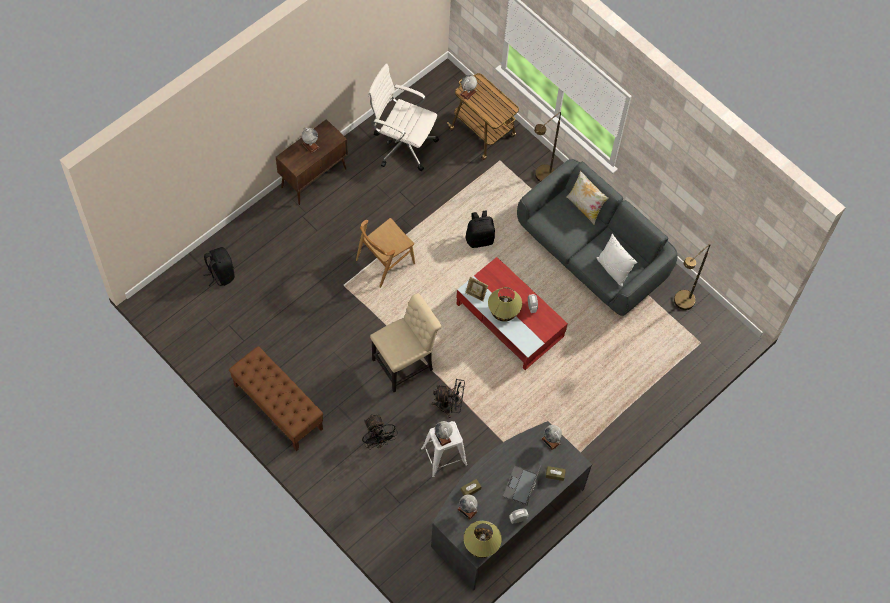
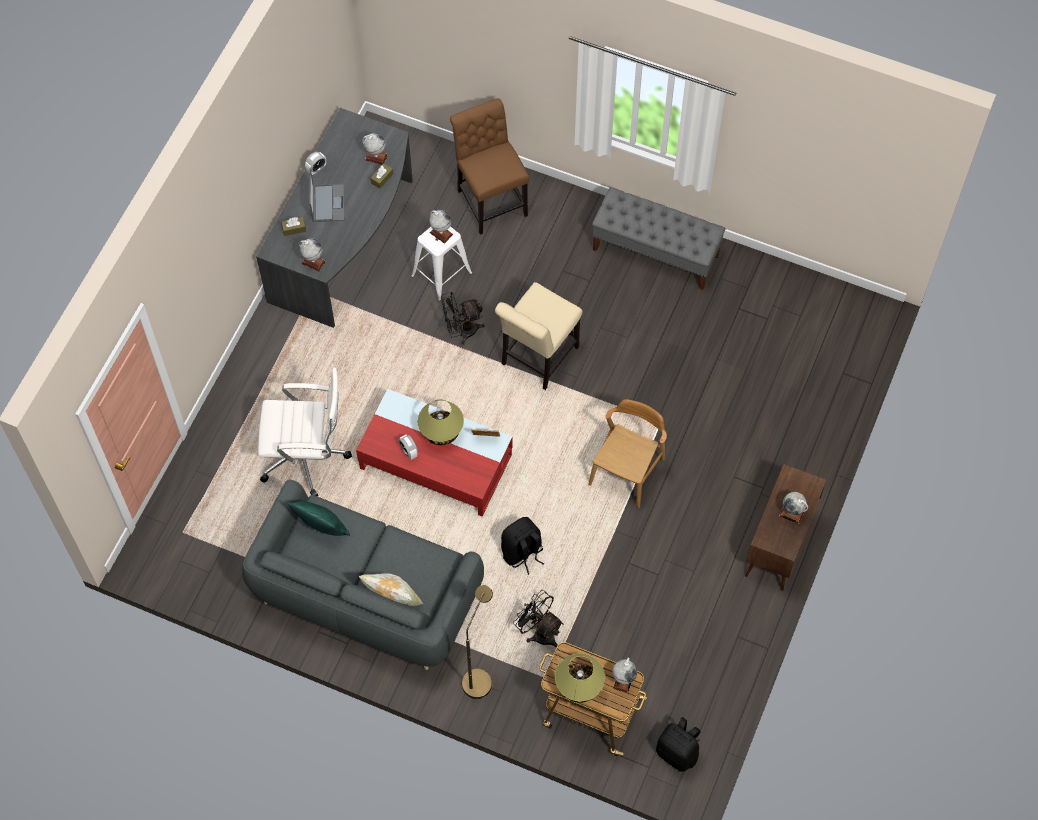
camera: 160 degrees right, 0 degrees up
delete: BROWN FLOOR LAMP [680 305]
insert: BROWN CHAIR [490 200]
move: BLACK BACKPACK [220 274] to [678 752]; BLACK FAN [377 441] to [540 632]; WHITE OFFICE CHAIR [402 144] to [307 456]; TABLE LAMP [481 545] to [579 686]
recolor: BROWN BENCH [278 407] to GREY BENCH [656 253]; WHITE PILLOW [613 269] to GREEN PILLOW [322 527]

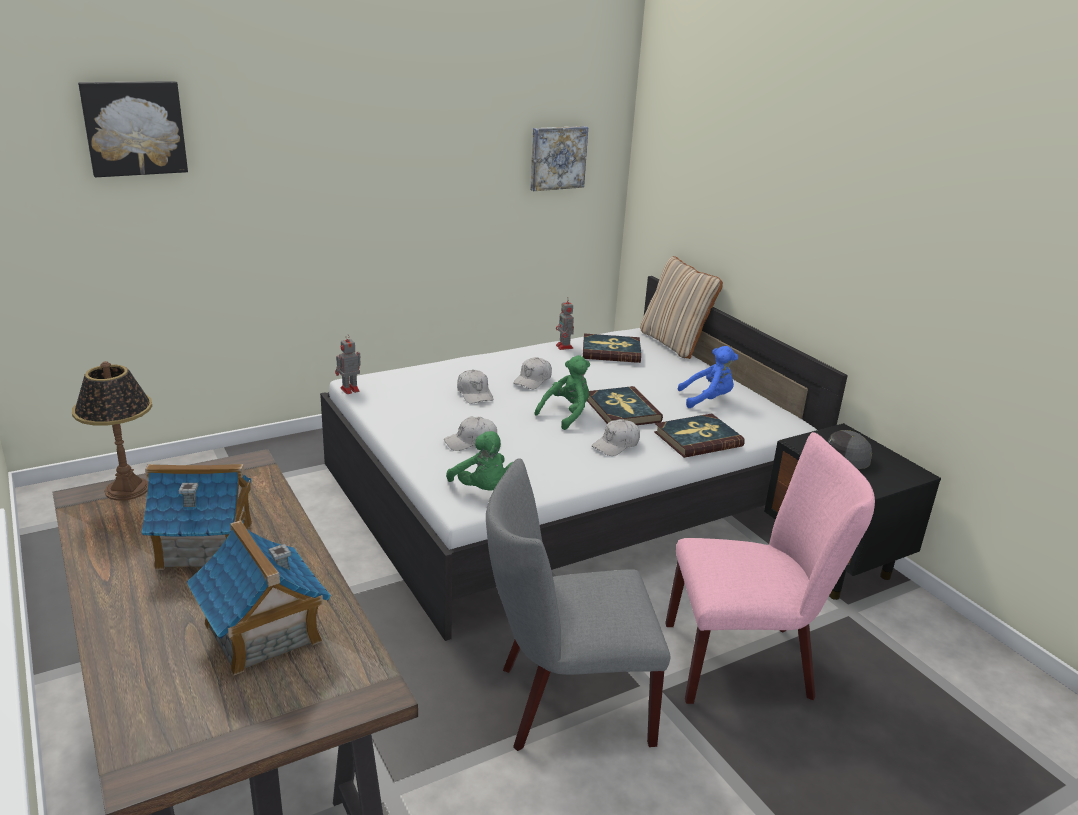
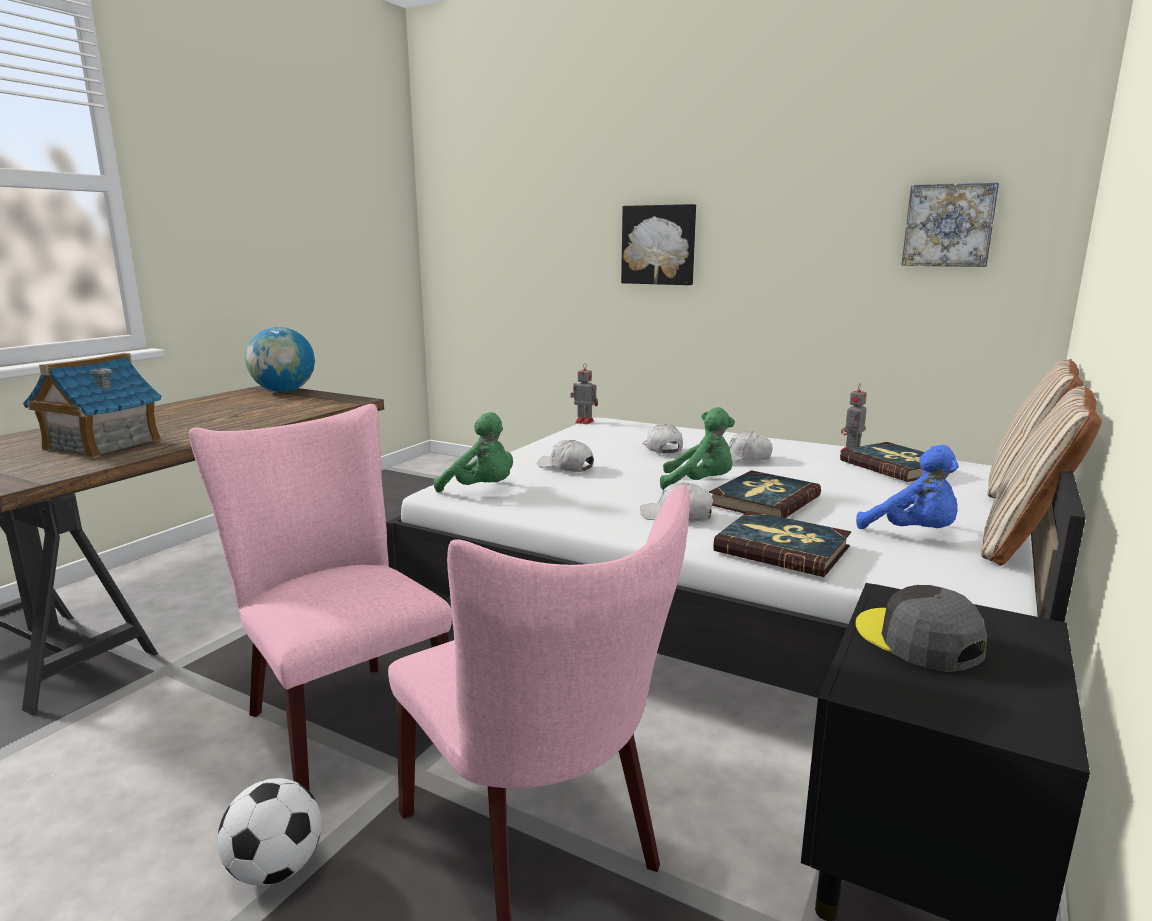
camera: 60 degrees right, 10 degrees down
delete: TOY HOUSE [204 545]
insert: FOOTBALL [276 869]; BEIGE PILLOW [1025 544]
move: PICTURE [134 128] to [659 245]
replace: TABLE LAMP [127 489] to GLOBE [284 391]
recolor: GREY CHAIR [564 704] to PINK CHAIR [341 720]
rotate: GREEN PLUSH TOY [483 490] = [481 490] 90 degrees counterclockwise; WHITE CAP [474 393] = [662 448] 135 degrees clockwise

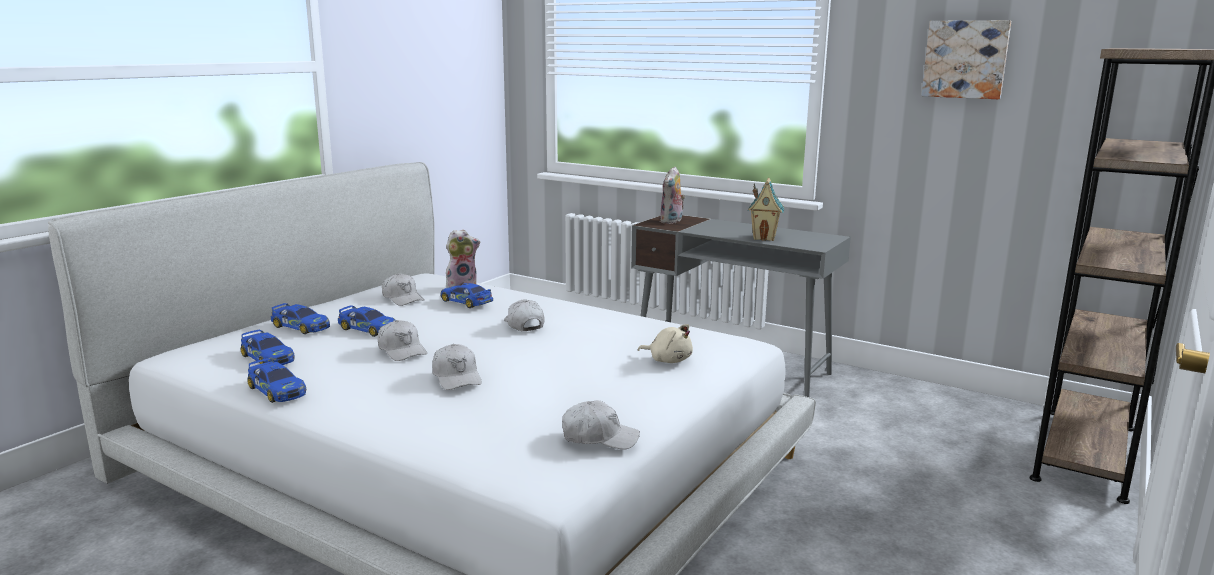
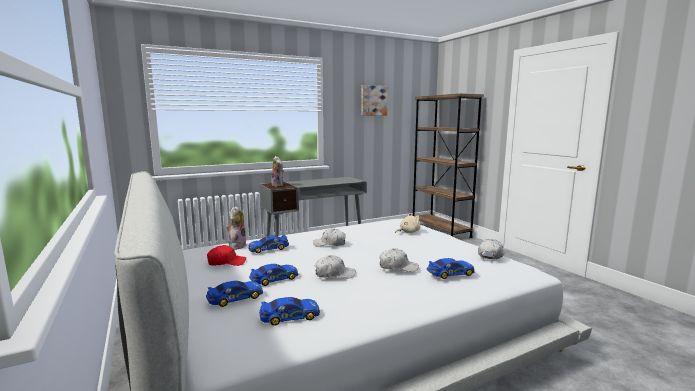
camera: 60 degrees left, 5 degrees down
delete: TOY HOUSE [764 238]
move: TOY CAR [276 390] to [450 273]
recolor: WHITE CAP [402 298] to RED CAP [226 262]

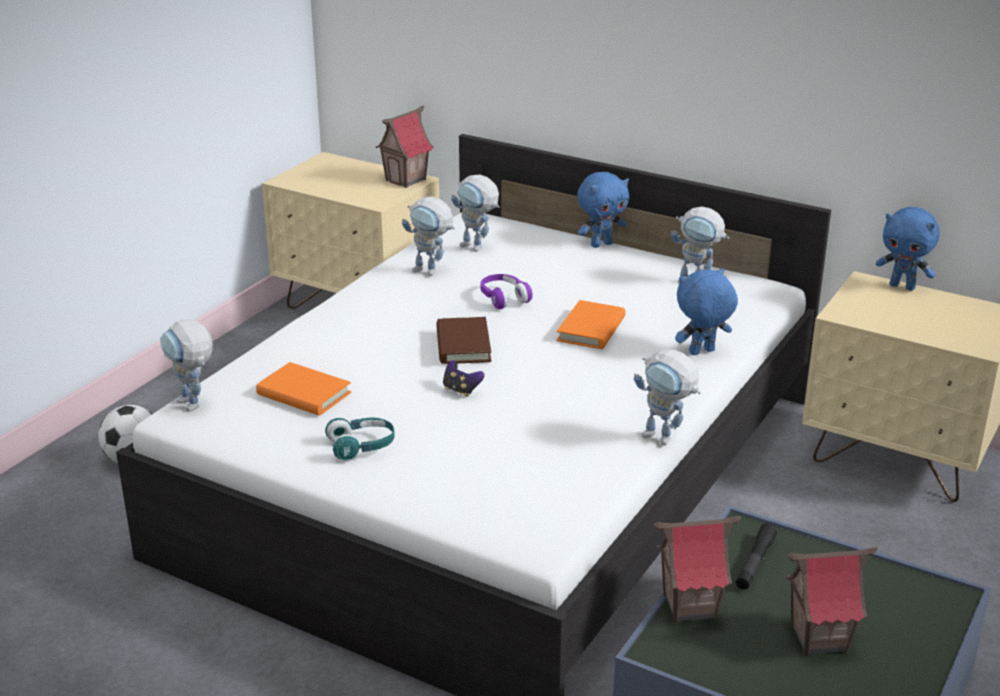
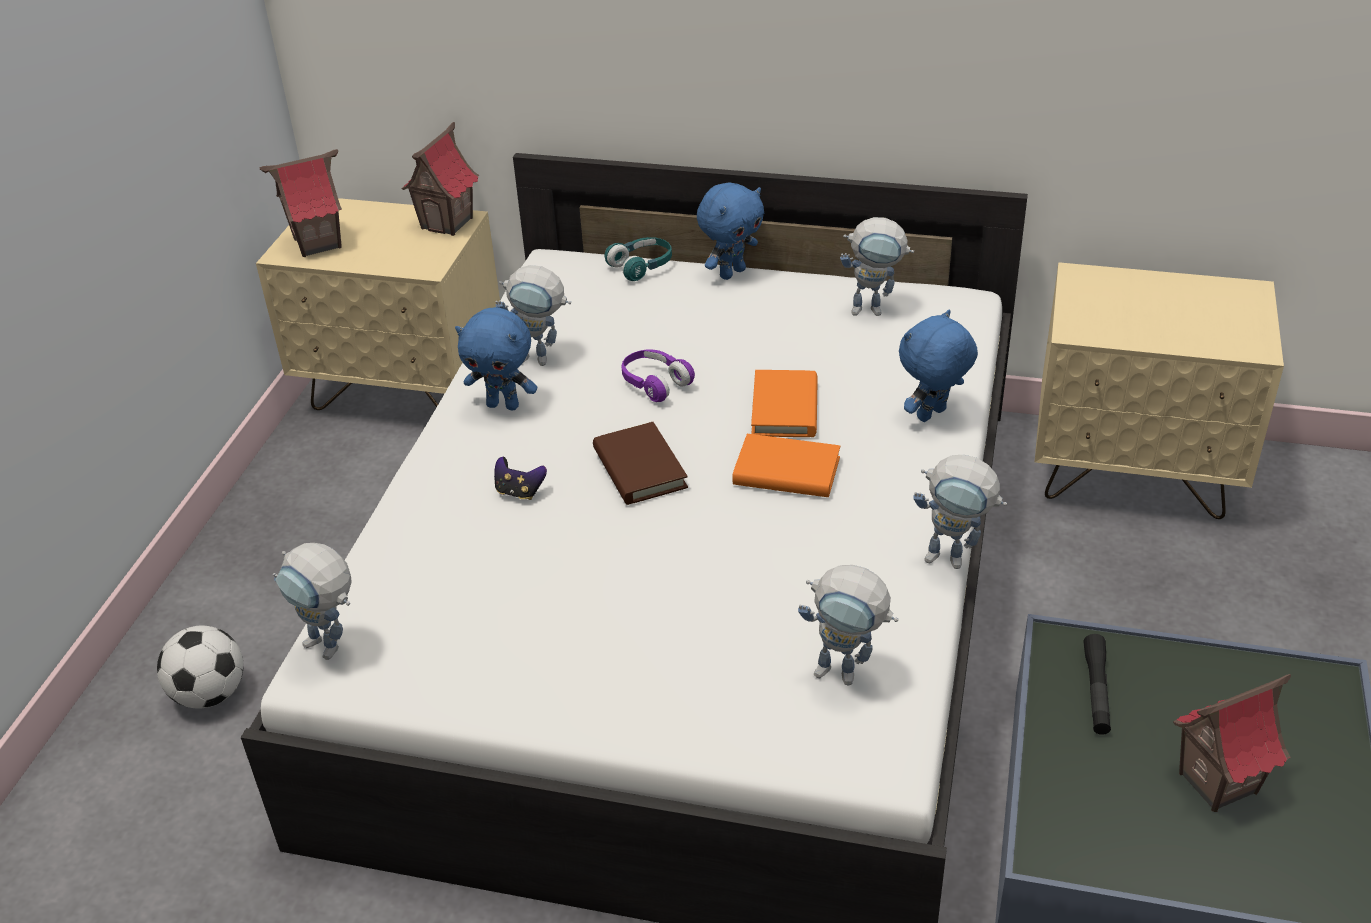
camera: 15 degrees left, 10 degrees up
move: ORANGE BOOK [304 394] to [786 471]; TURQUOISE HEADPHONES [362 446] to [642 266]; GAME CONTROLLER [461 390] to [519 492]; TOY ROBOT [477 248] to [847 674]; TOY HOUSE [689 606] to [317 243]; BLUE PLUSH TOY [903 286] to [504 405]

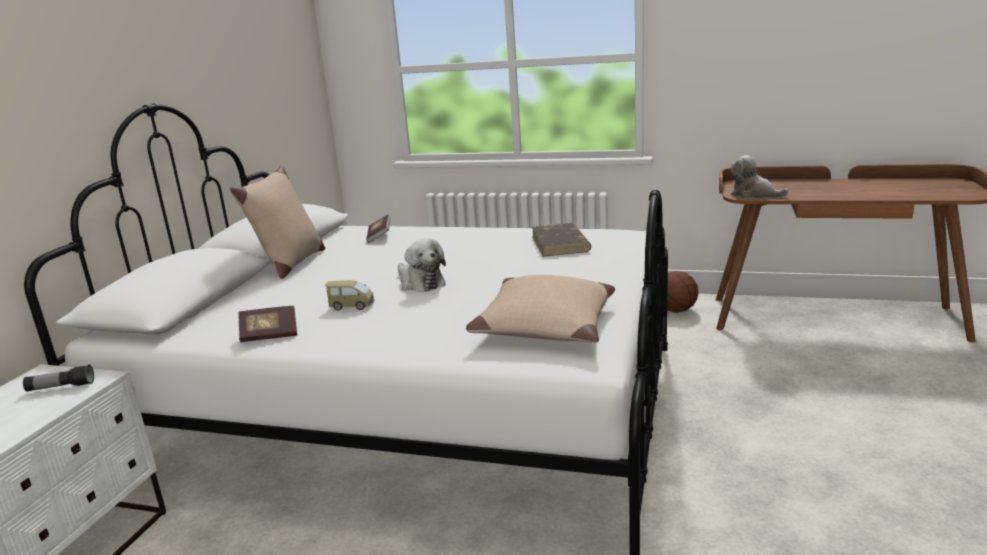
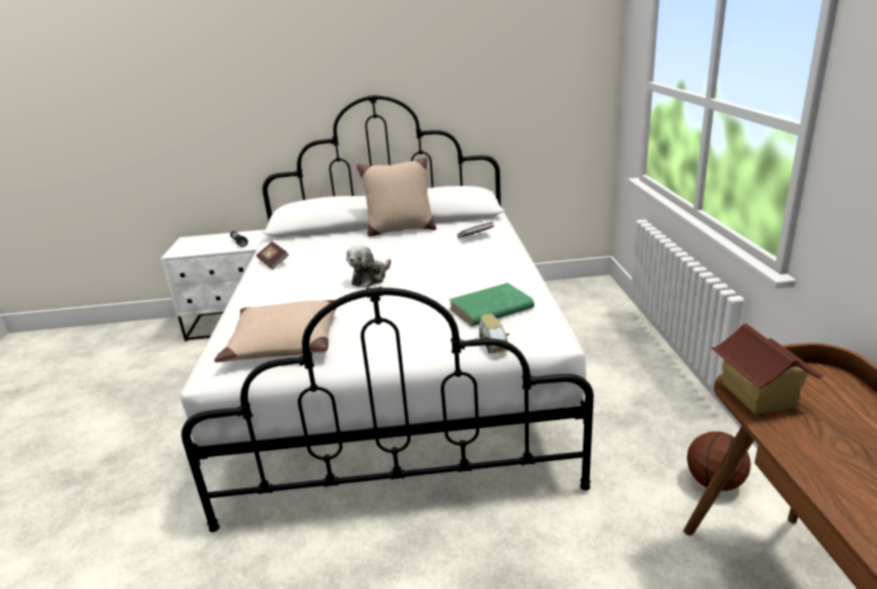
camera: 70 degrees right, 5 degrees up
move: TOY CAR [352 306] to [493 345]
replace: PLUSH TOY [754 194] to TOY HOUSE [757 395]
recolor: BROWN BOOK [560 244] to GREEN BOOK [490 309]

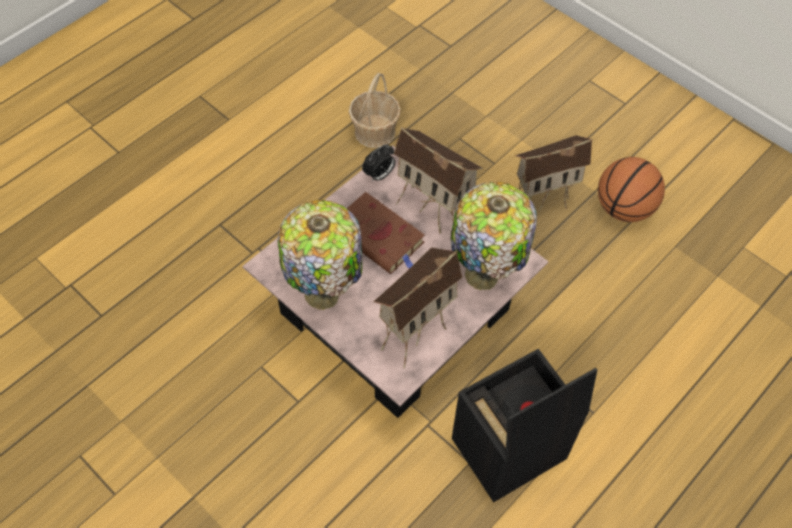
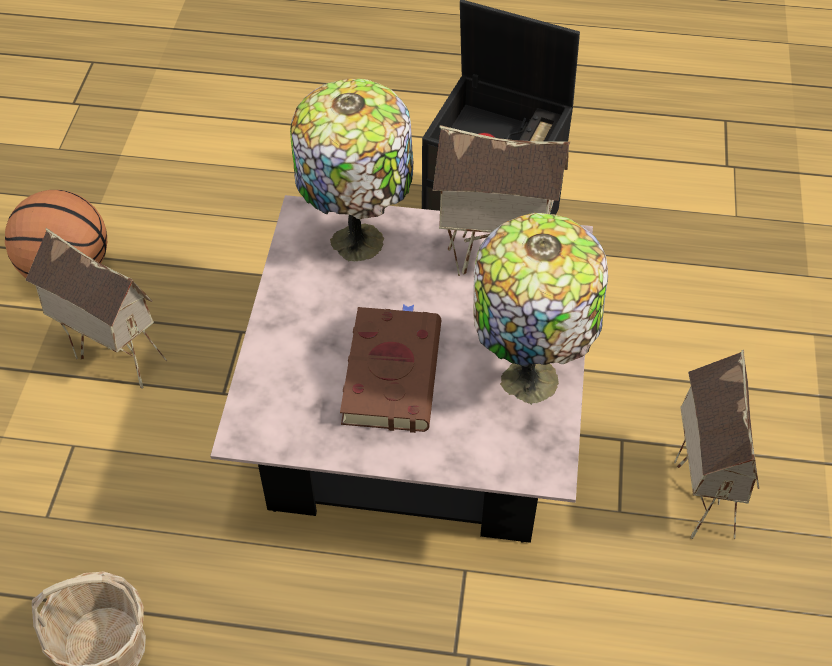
camera: 125 degrees left, 5 degrees down
delete: ALARM CLOCK [379 175]
move: TOY HOUSE [433 209] to [700 491]

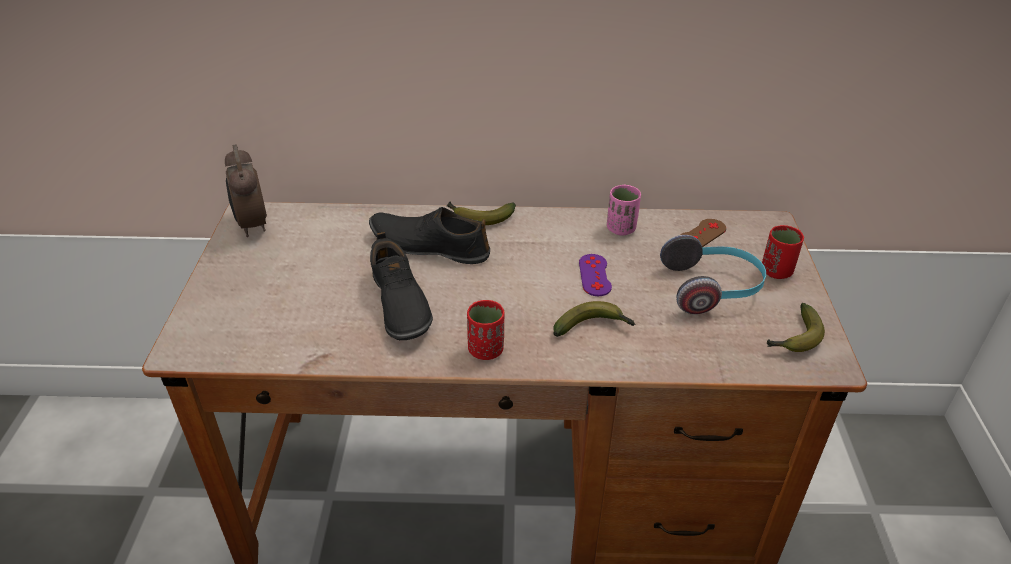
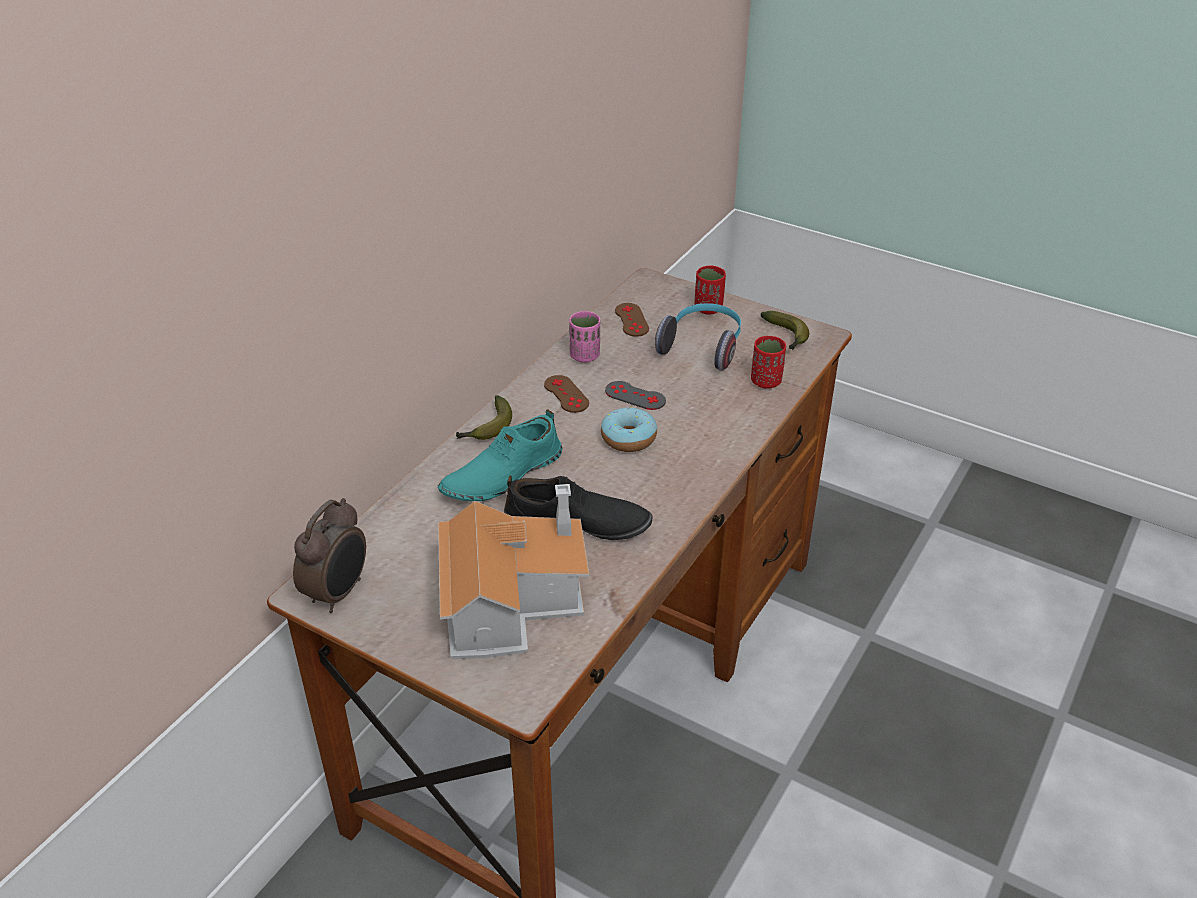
camera: 60 degrees left, 0 degrees up
delete: BANANA [593 327]
insert: TOY HOUSE [510 600]; BROWN GAME CONTROLLER [566 394]; DONUT [628 438]
move: RED CUP [486 350] to [766 381]
recolor: BLACK SHOE [429 245] to TURQUOISE SHOE [502 475]; PURPLE GAME CONTROLLER [594 275] to GREY GAME CONTROLLER [635 396]
rotate: ALARM CLOCK [252 225] = [339 592] 75 degrees counterclockwise

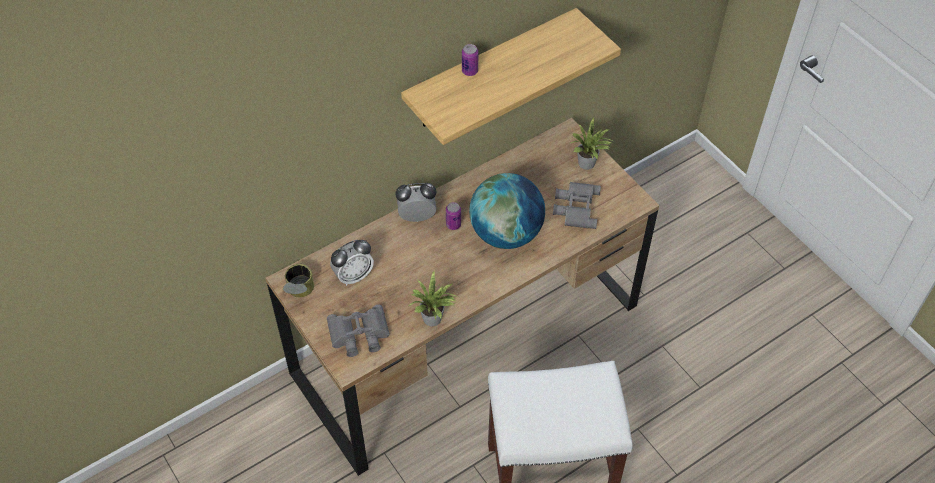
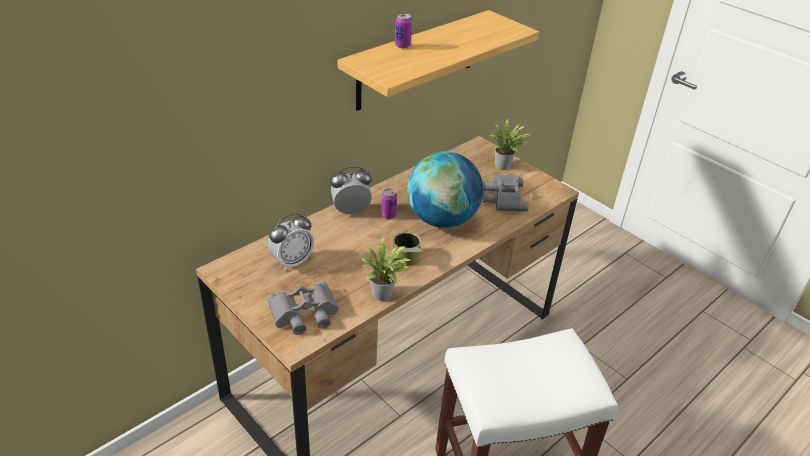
camera: 10 degrees left, 15 degrees down
move: CAN [299 293] to [406 262]

